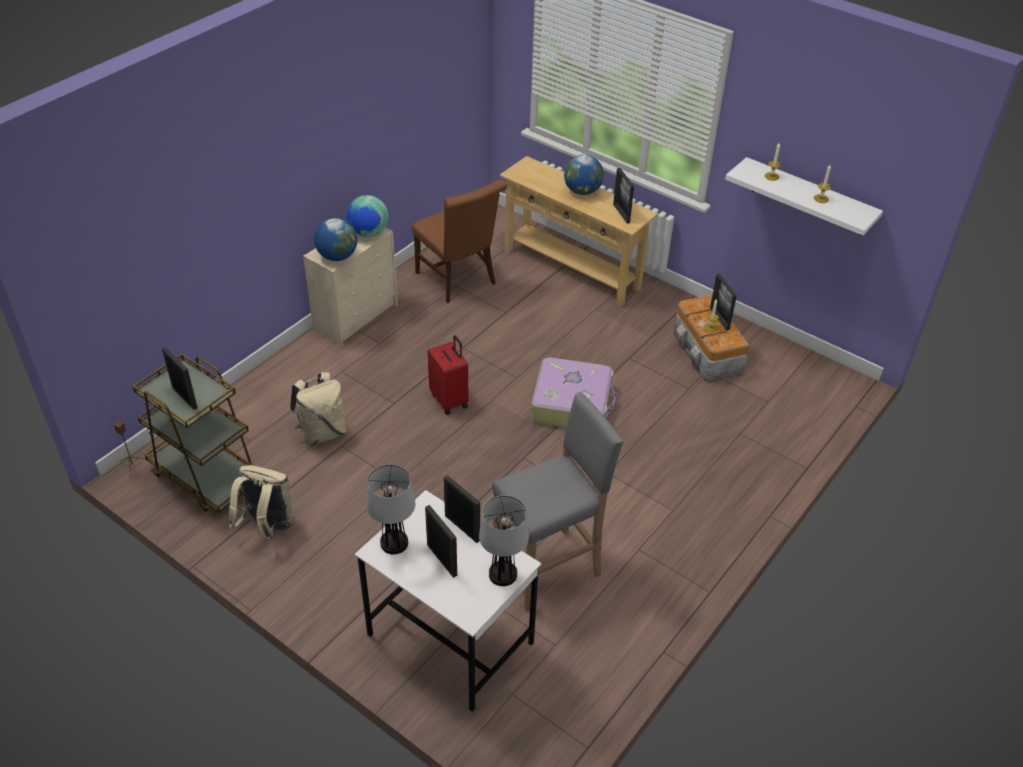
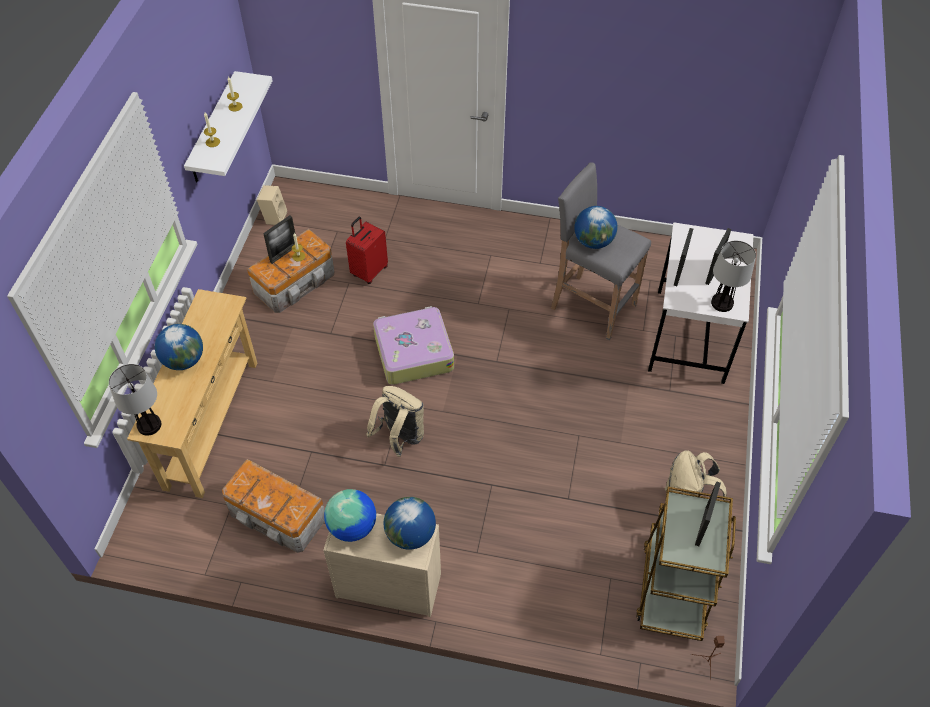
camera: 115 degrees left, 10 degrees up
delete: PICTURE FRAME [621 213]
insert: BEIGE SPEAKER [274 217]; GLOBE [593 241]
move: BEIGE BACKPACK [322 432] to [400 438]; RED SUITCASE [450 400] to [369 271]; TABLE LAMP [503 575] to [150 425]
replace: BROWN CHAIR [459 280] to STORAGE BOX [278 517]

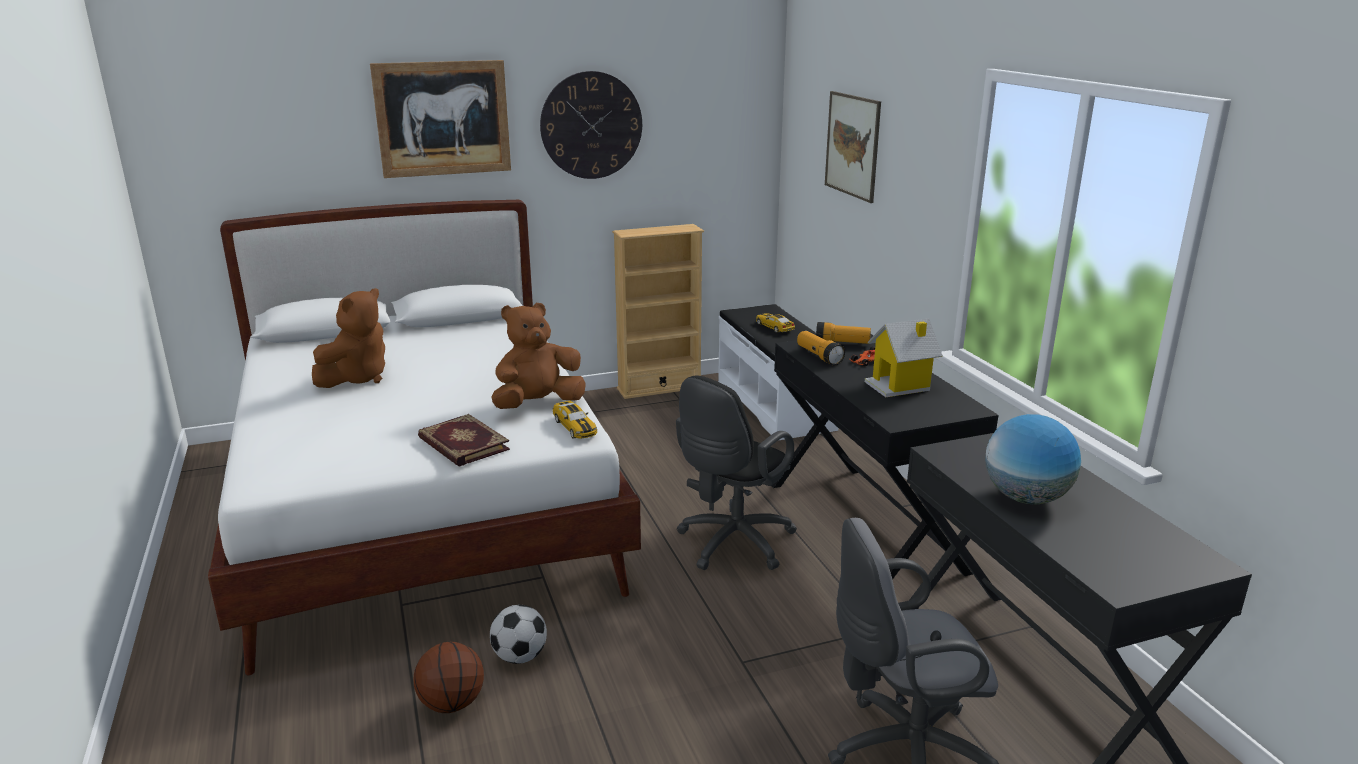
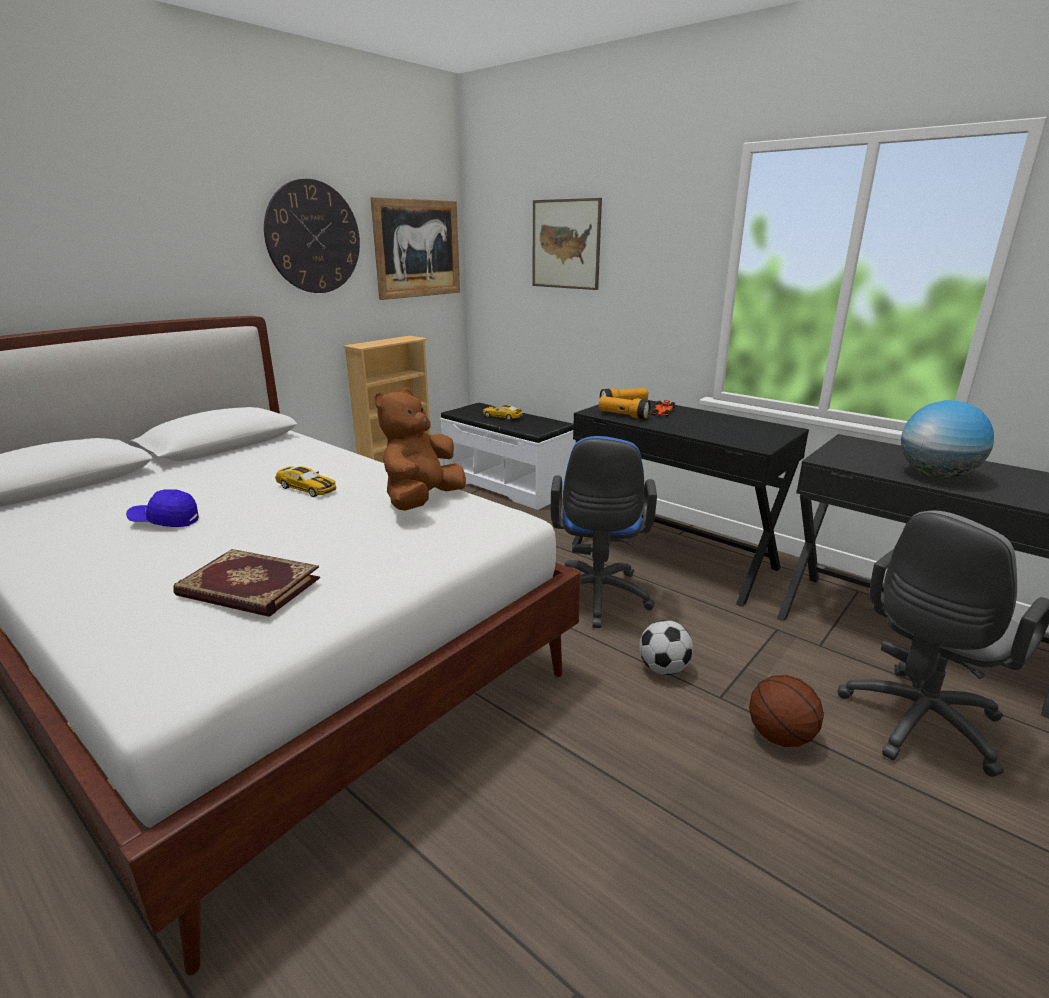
camera: 30 degrees left, 0 degrees up
delete: TOY HOUSE [900 386]
move: PICTURE [443 118] to [417 248]; BASKETBALL [452 704] to [781 736]; BOOK [462 444] to [248 588]; FOOTBALL [520 656] to [663 668]; TOY CAR [575 427] to [307 488]
replace: BROWN PLUSH TOY [357 378] to BLUE CAP [165 521]
recolor: BLACK OFFICE CHAIR [731 544] to BLUE OFFICE CHAIR [596 599]

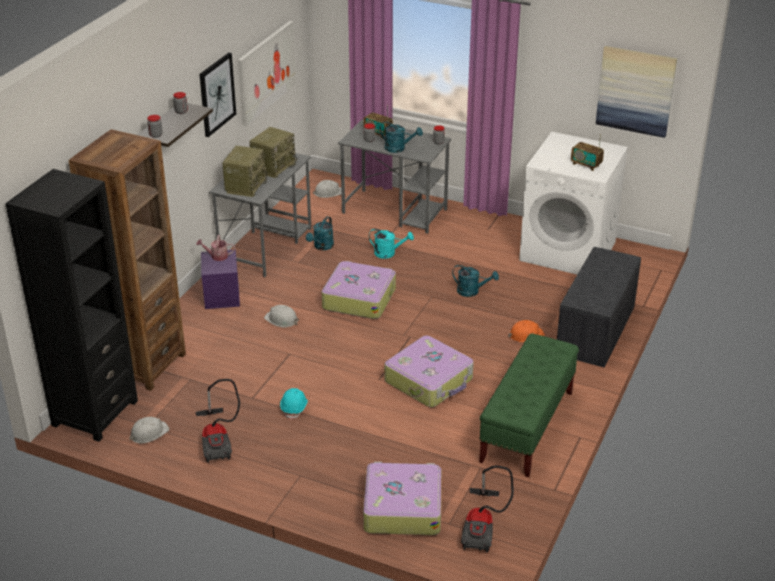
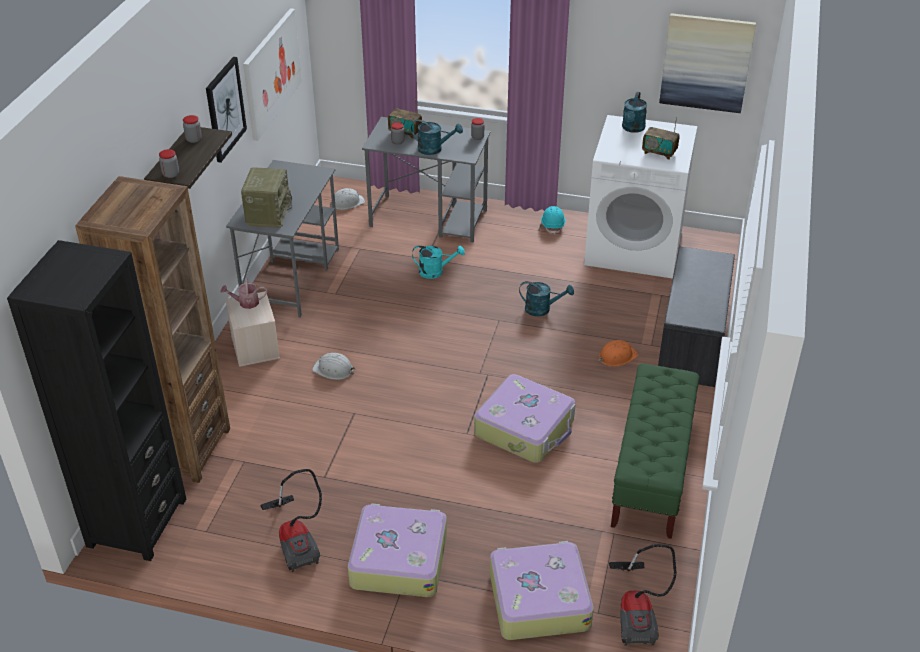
camera: 10 degrees left, 5 degrees up
delete: WHITE HARD HAT [148 433]; RADIO [273 166]
move: TURQUOISE HARD HAT [294 408] to [553 225]; TURQUOISE WATERING CAN [322 247] to [632 129]; SUITCASE [359 298] to [398 559]
recolor: PURPLE STORAGE BOX [221 295] to BEIGE STORAGE BOX [254 346]

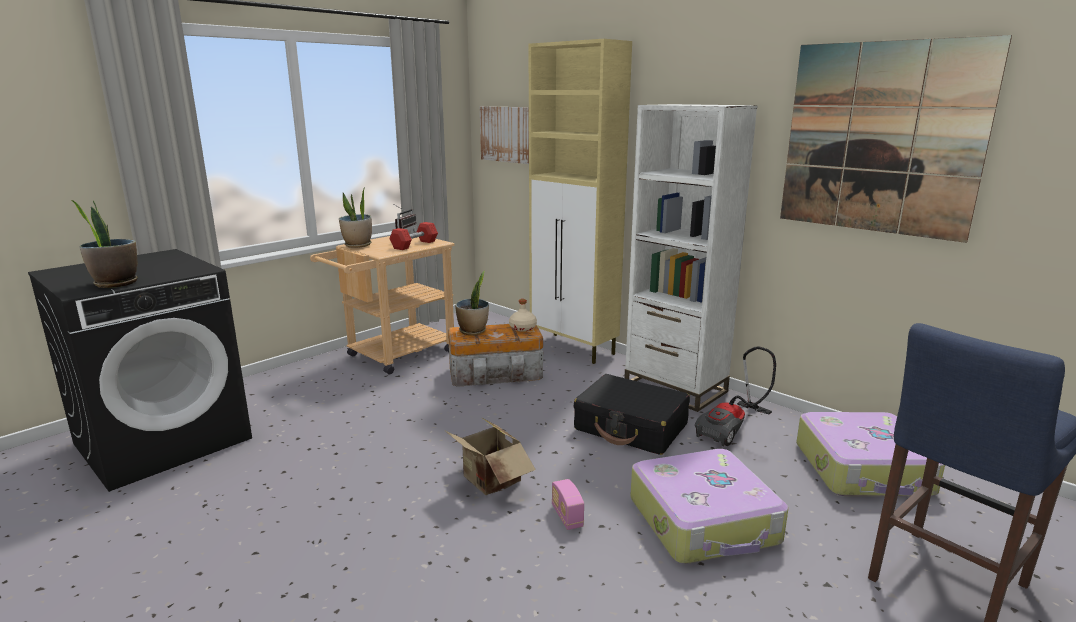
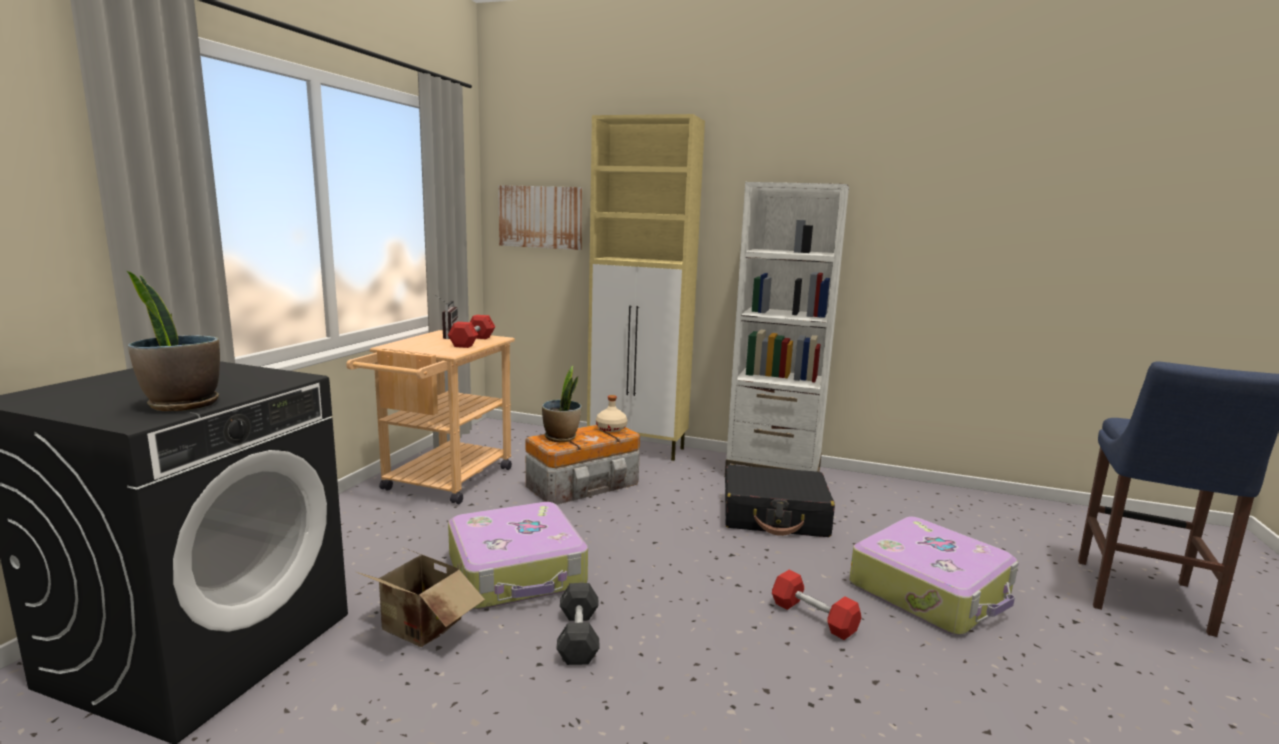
camera: 25 degrees left, 5 degrees down
delete: POTTED PLANT [358 245]; VACUUM CLEANER [732 429]; PICTURE [881 139]
insert: GREY DUMBBELL [578 636]
move: CARDBOARD BOX [489 482] to [419 630]; SUITCASE [864 470] to [517 572]
replace: RADIO [567 516] to RED DUMBBELL [813 617]

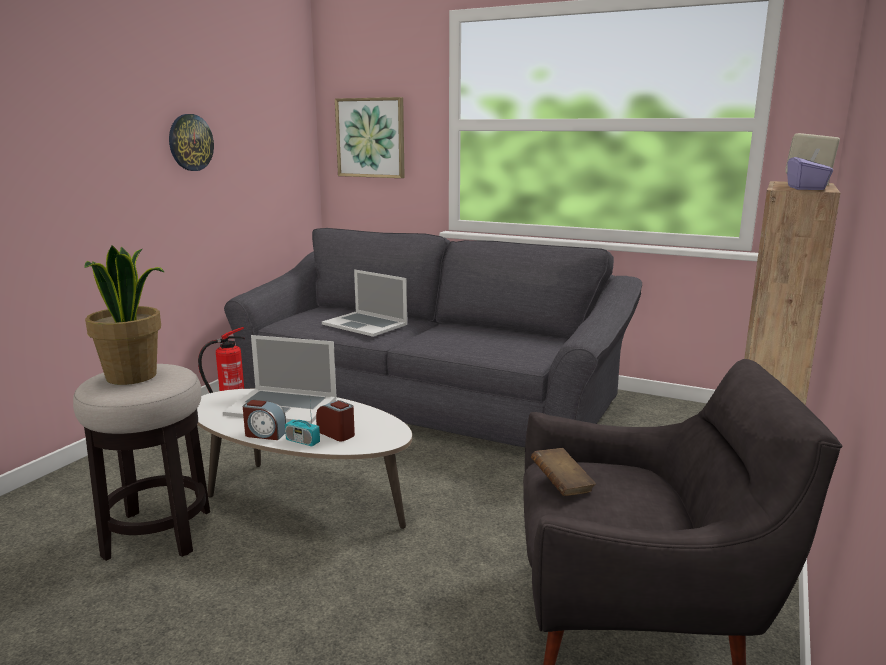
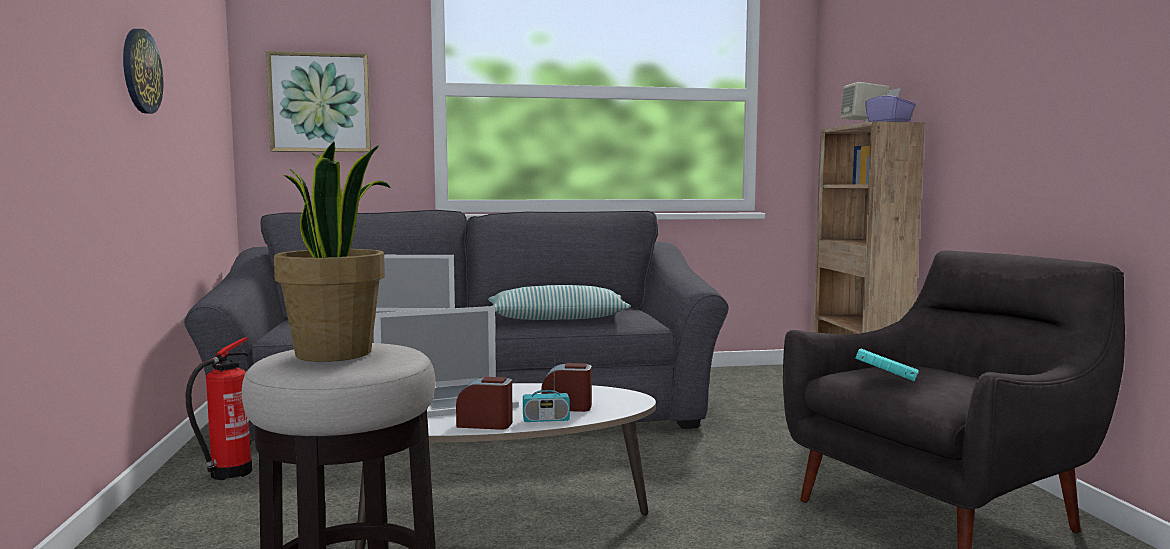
camera: 35 degrees left, 10 degrees down
insert: PILLOW [558 318]
recolor: BROWN BOOK [561 485] to TURQUOISE BOOK [885 380]
rotate: ALARM CLOCK [265 434] = [485 424] 150 degrees counterclockwise

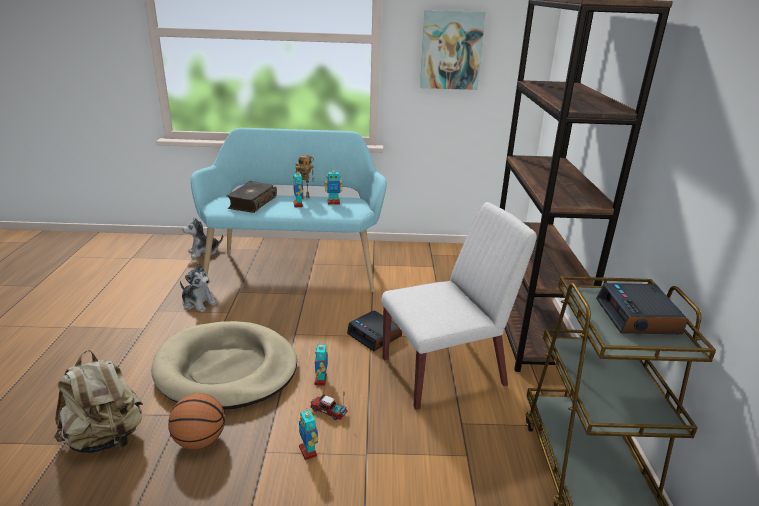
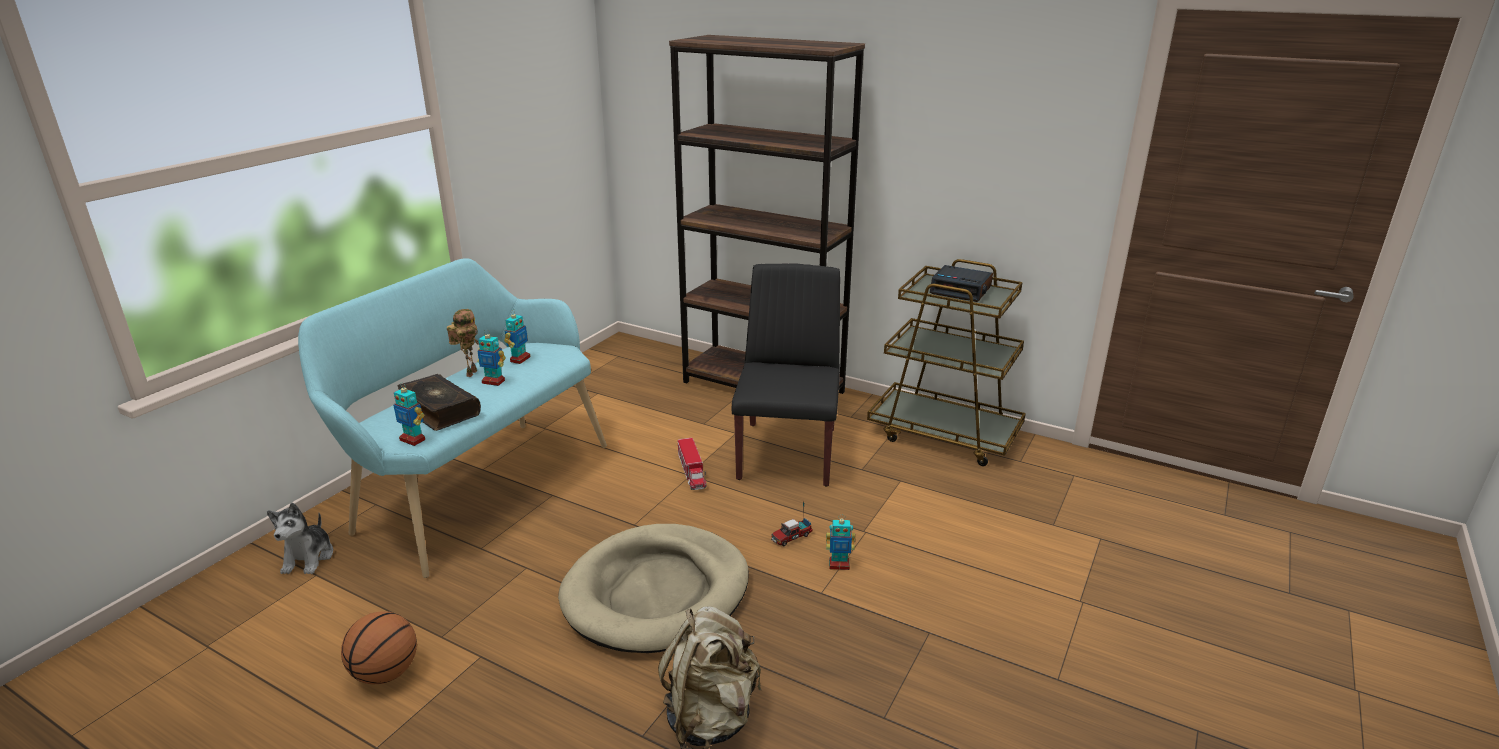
camera: 60 degrees left, 0 degrees up
delete: PLUSH TOY [198 303]; PICTURE [451 50]
move: BASKETBALL [200 441] to [386 673]; TOY ROBOT [321 380] to [413 440]
replace: ALARM CLOCK [375 335] to TOY TRUCK [692 472]
recolor: WHITE CHAIR [445 371] to BLACK CHAIR [787 452]

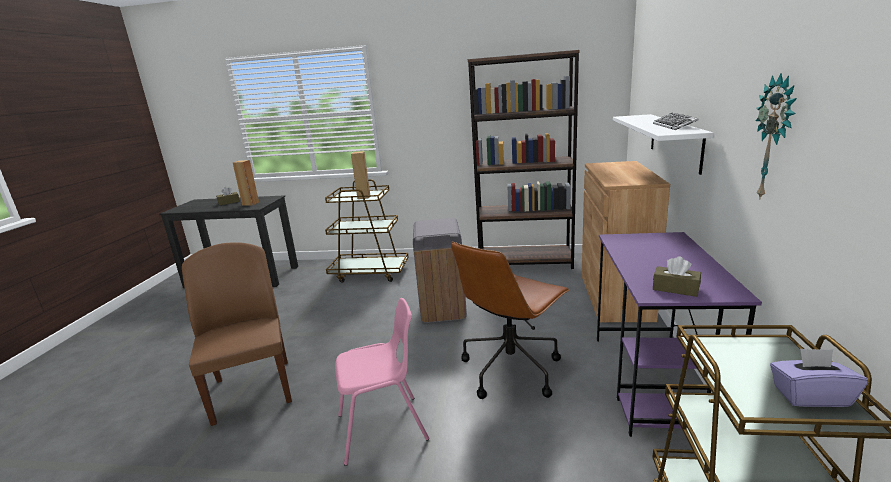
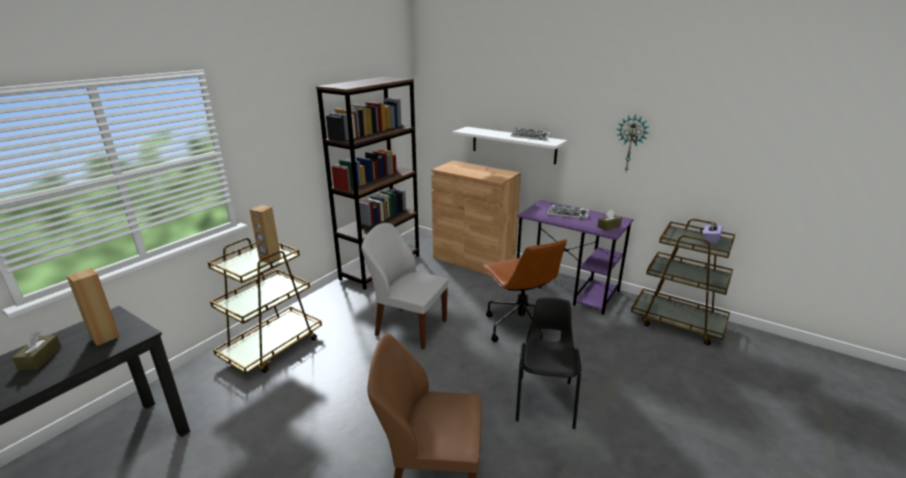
camera: 65 degrees left, 5 degrees up
insert: KEYBOARD [568 214]
replace: GREY TRASH CAN [443 309] to WHITE CHAIR [409 327]
recolor: PINK CHAIR [383 428] to BLACK CHAIR [545 401]

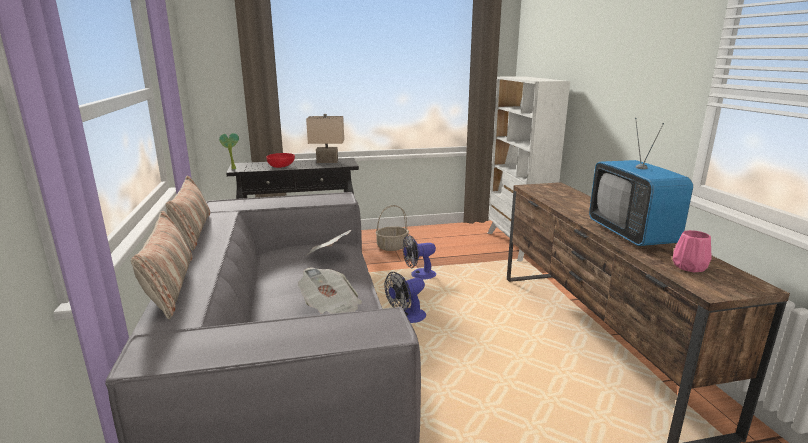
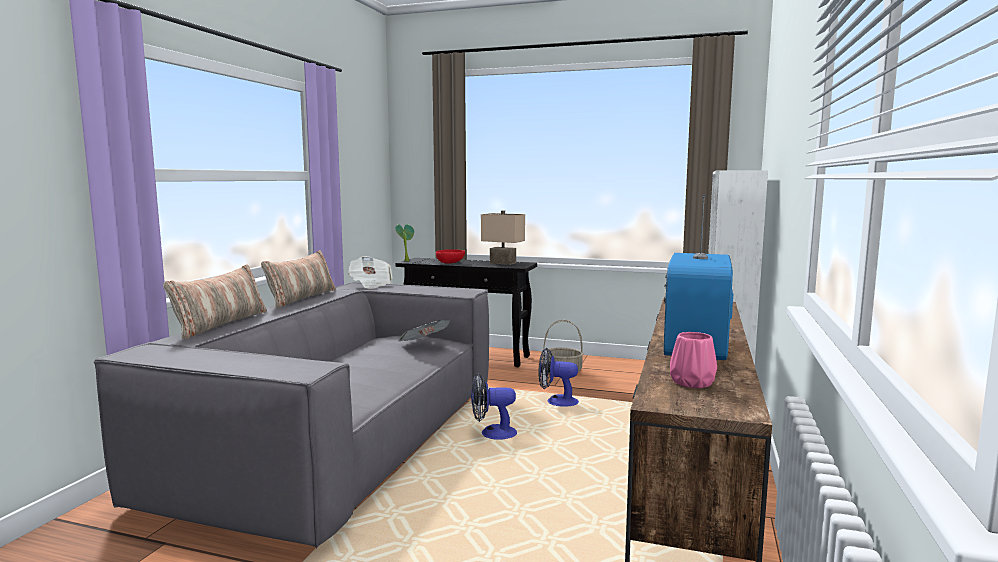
camera: 30 degrees right, 10 degrees down
move: NEWSPAPER [331 308] to [371 285]

